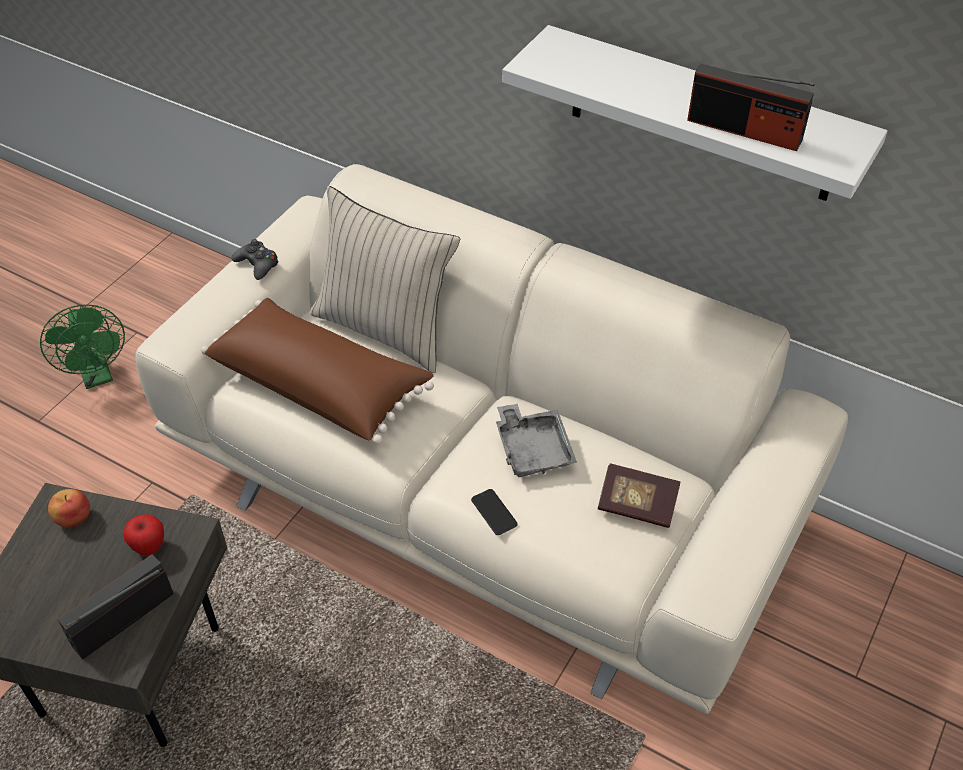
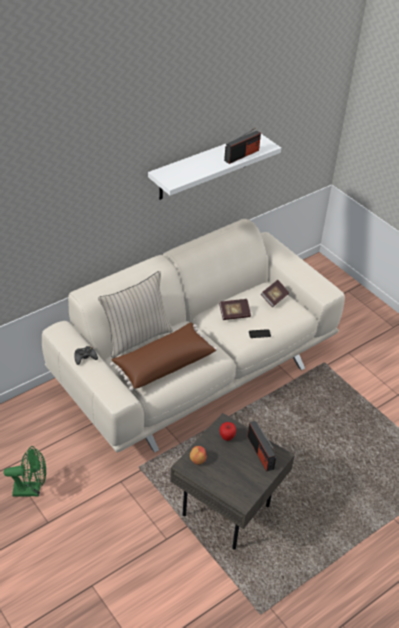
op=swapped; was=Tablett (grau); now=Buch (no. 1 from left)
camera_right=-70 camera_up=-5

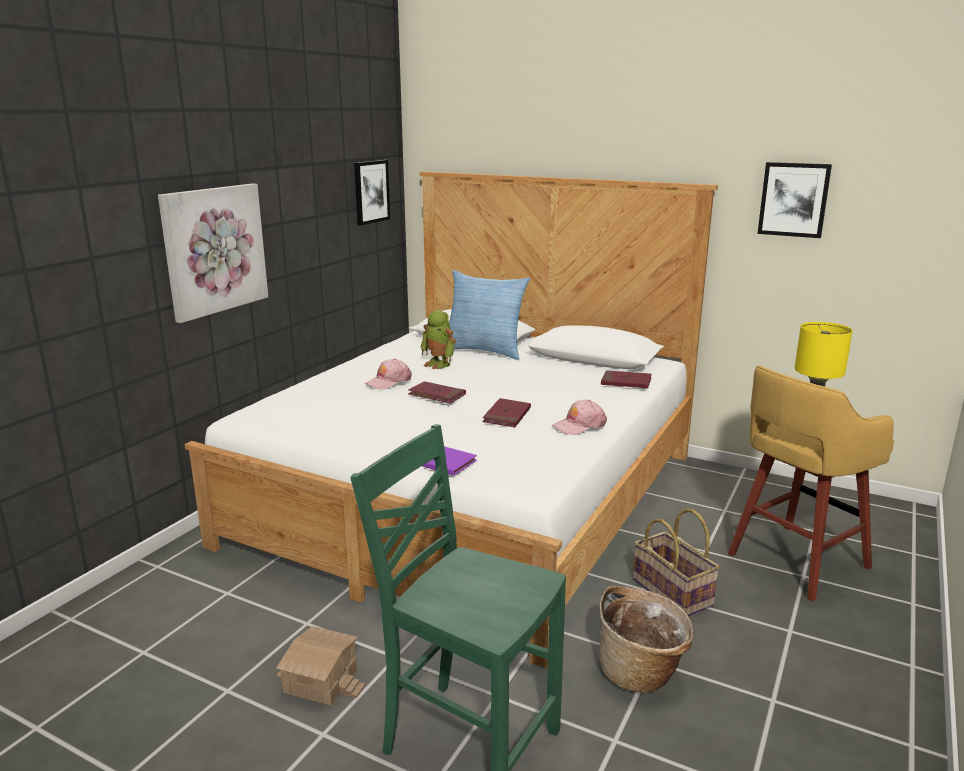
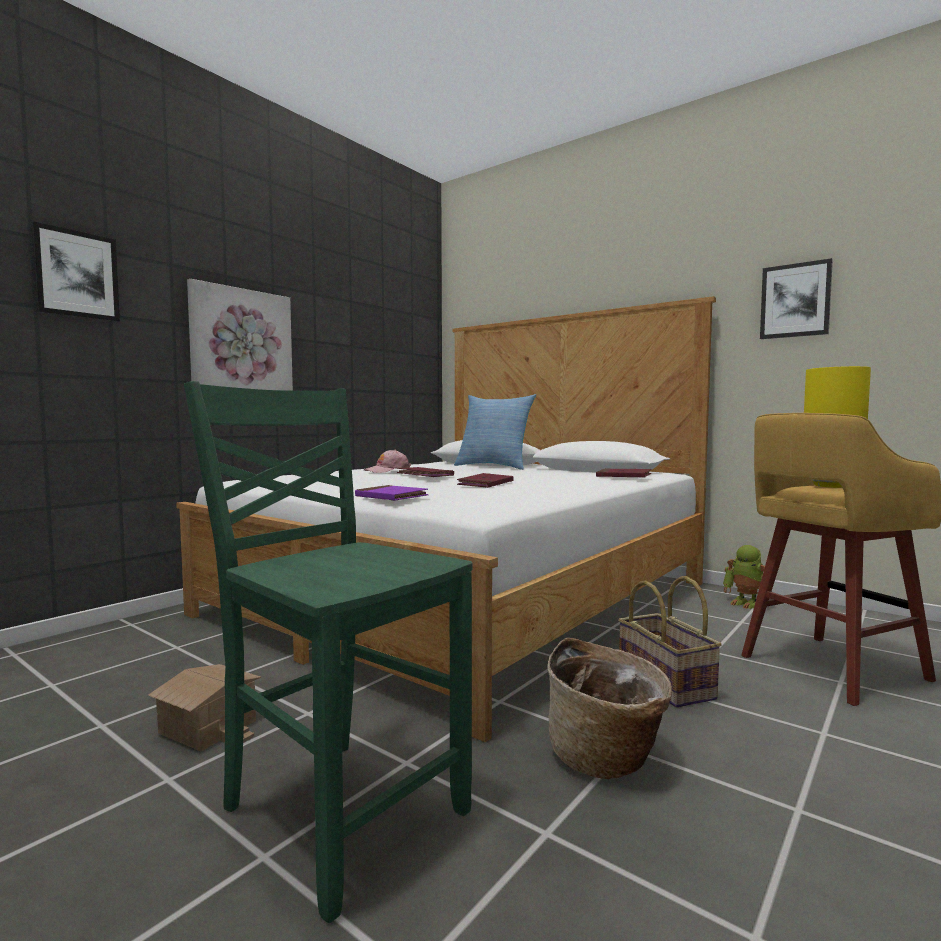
op=gone; was=Kappe (rosa) (no. 2 from left)
op=shifted; was=Bild (no. 2 from left in the first image); now=Bild (no. 1 from left)
op=shifted; was=Spielzeugroboter
camera_right=10 camera_up=-15

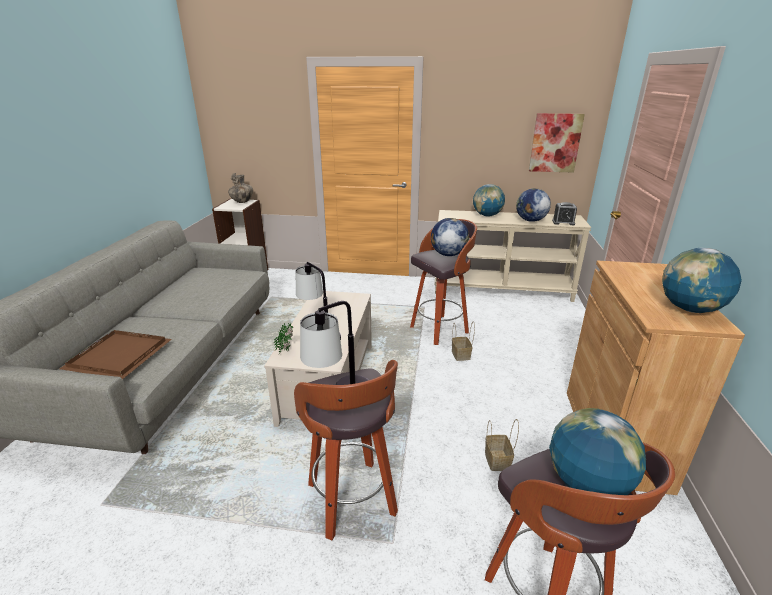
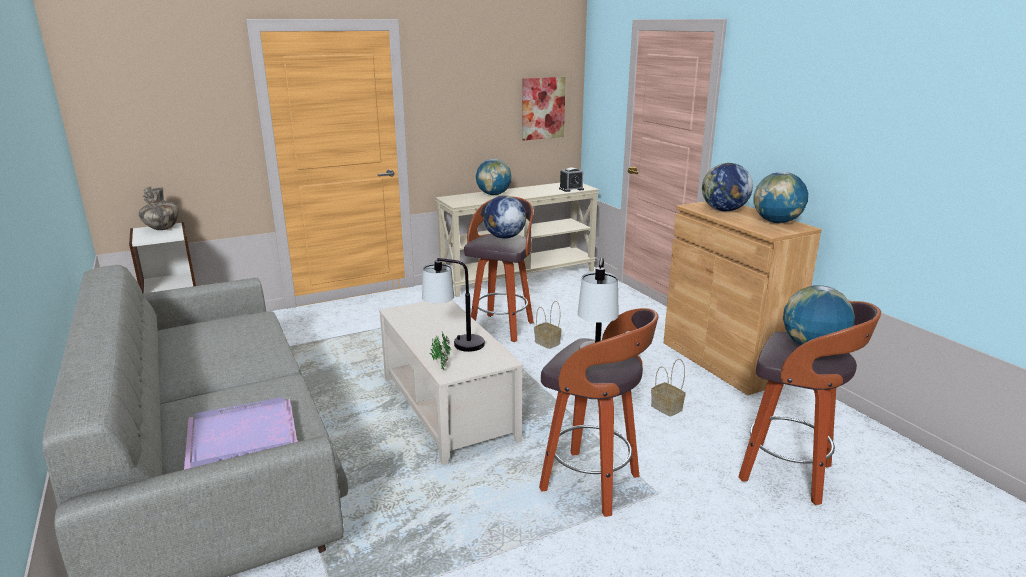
op=shifted; was=Globus (no. 3 from left)
op=repainted; was=Tablett (braun); now=Tablett (lila)
camera_right=-35 camera_up=-5

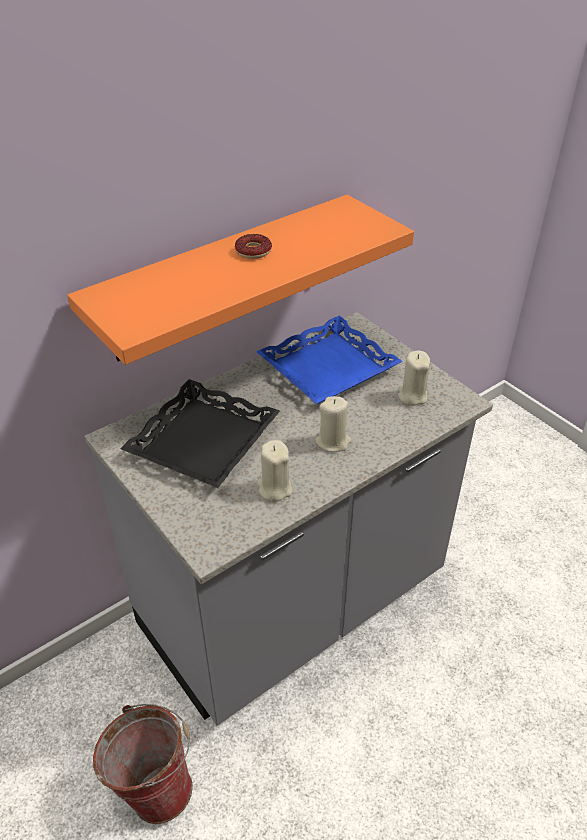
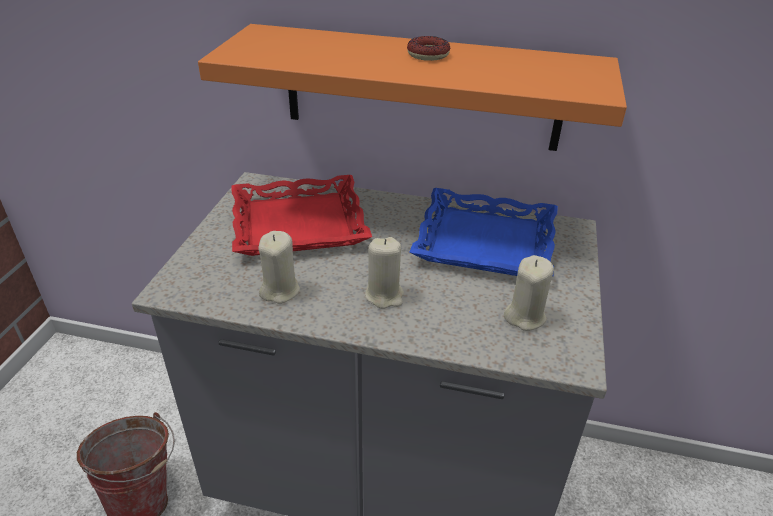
op=repainted; was=Tablett (schwarz); now=Tablett (rot)
camera_right=50 camera_up=-5

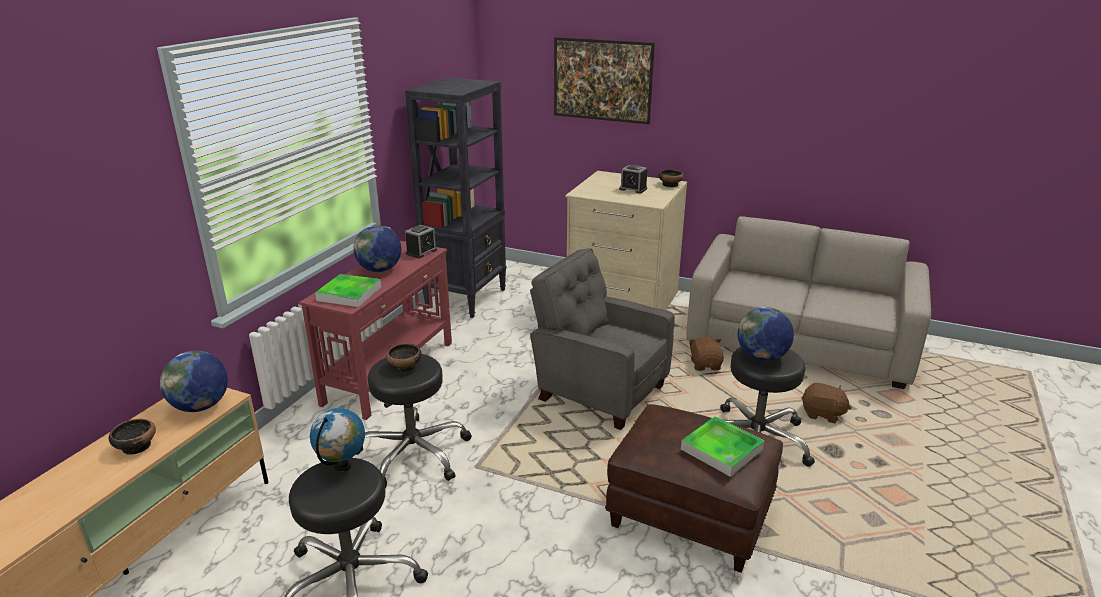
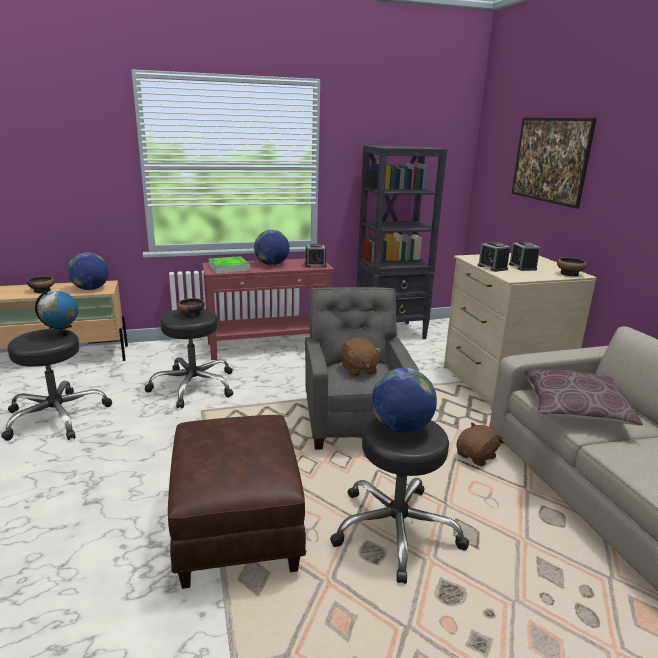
op=gone; was=Tablett (no. 2 from left)
op=new; now=Wecker (no. 2 from left)
op=new; now=Kissen (braun)
op=shifted; was=Plüschtier (braun) (no. 2 from left in the first image); now=Plüschtier (braun) (no. 1 from left)
camera_right=50 camera_up=-5

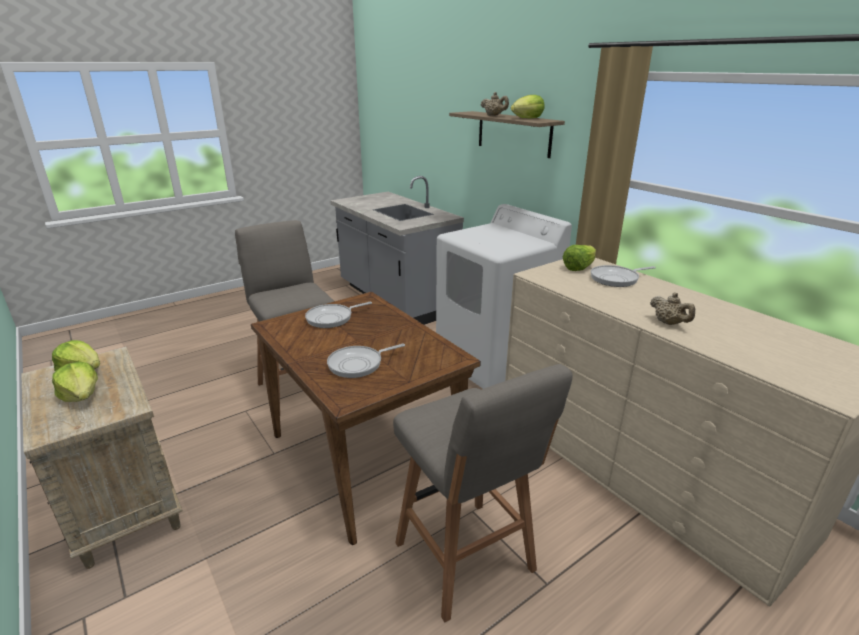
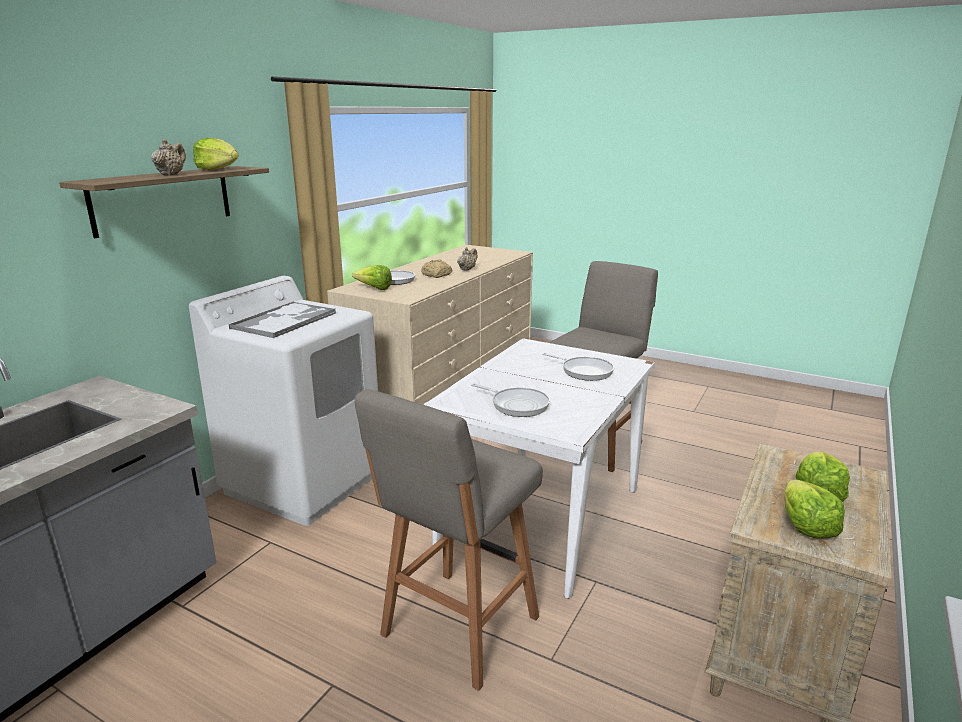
op=new; now=Tablett
op=new; now=Brot
op=repainted; was=Esstisch (braun); now=Esstisch (weiß)
camera_right=-115 camera_up=-5

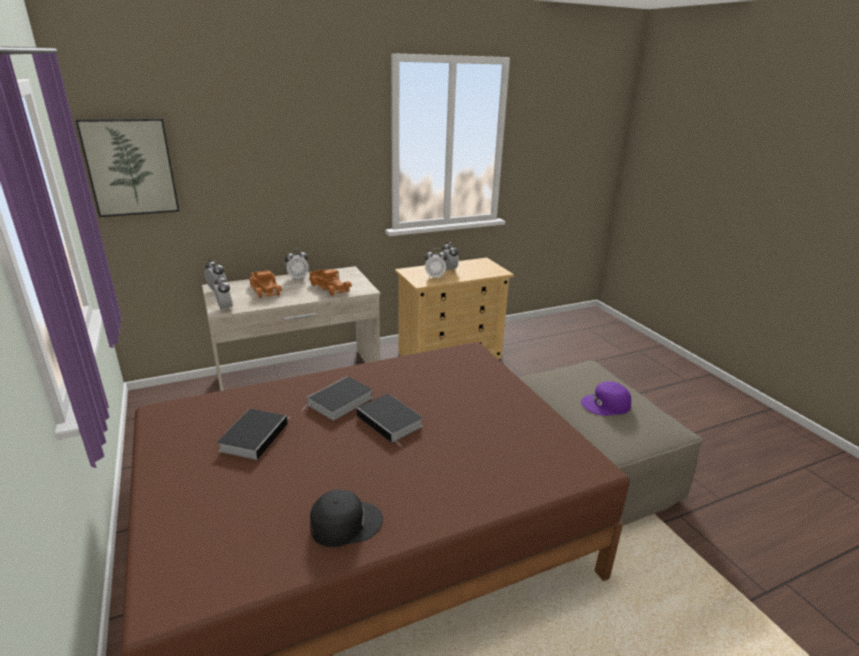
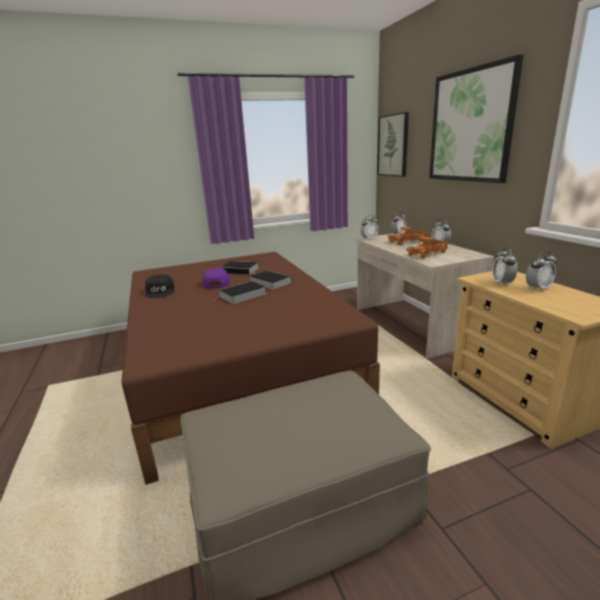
op=new; now=Bild (no. 2 from left)
op=shifted; was=Kappe (lila)
camera_right=95 camera_up=-5

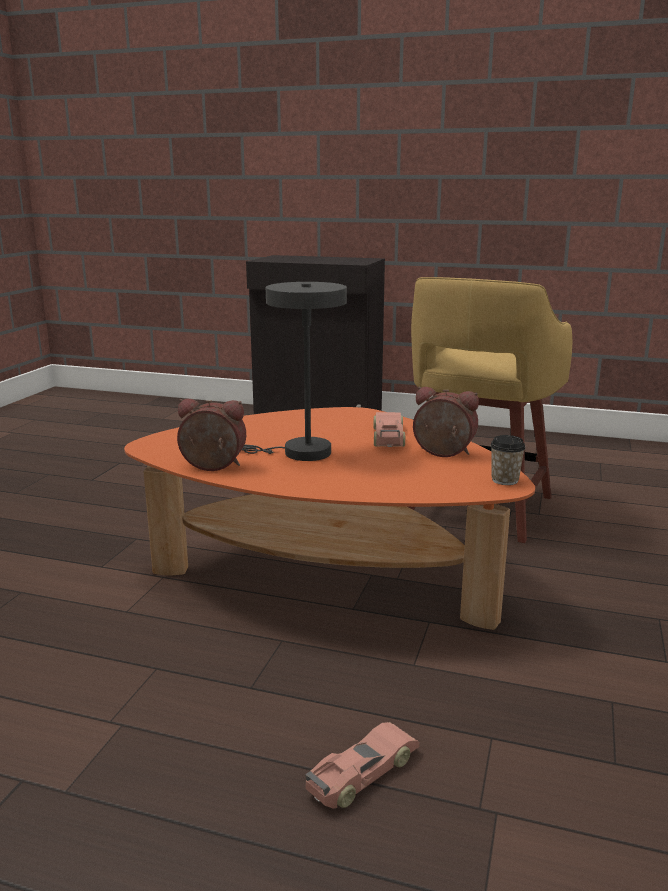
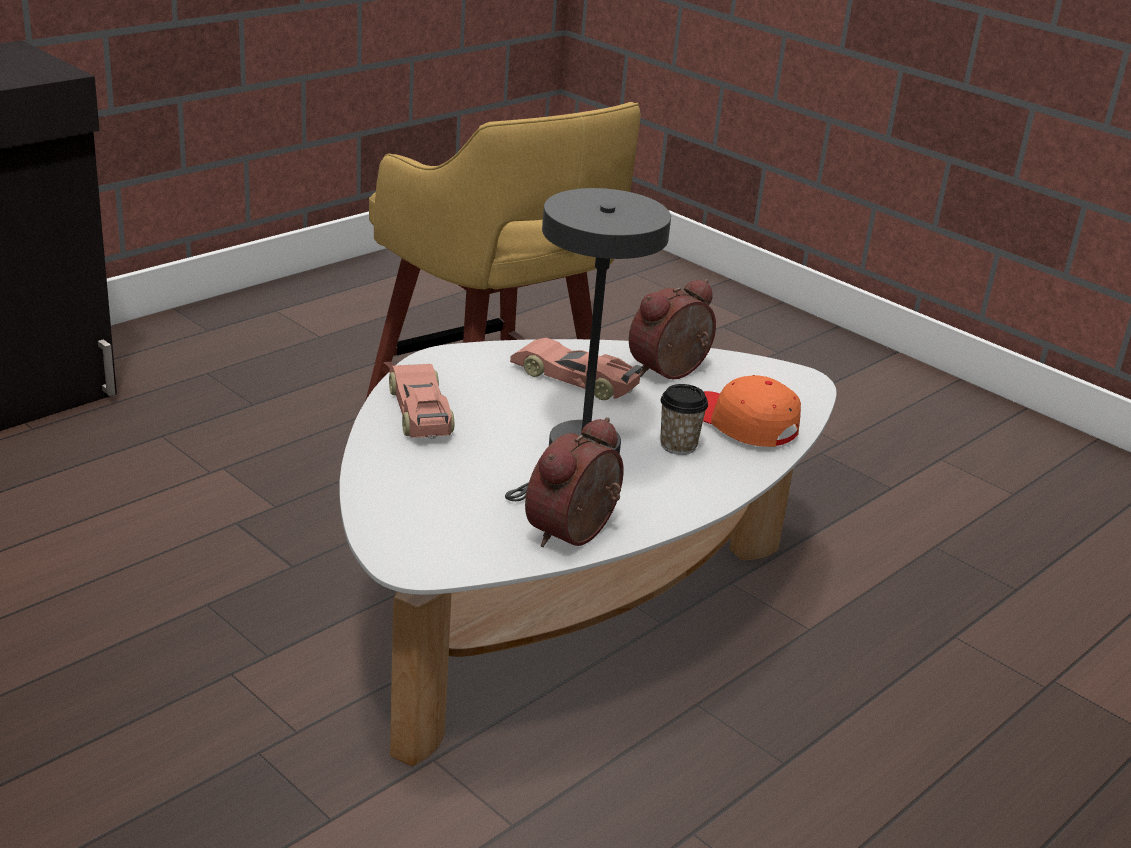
op=new; now=Kappe (orange)
op=shifted; was=Spielzeugauto (no. 1 from left)
op=shifted; was=Tasse
op=repainted; was=Couchtisch (orange); now=Couchtisch (weiß)
camera_right=-65 camera_up=10

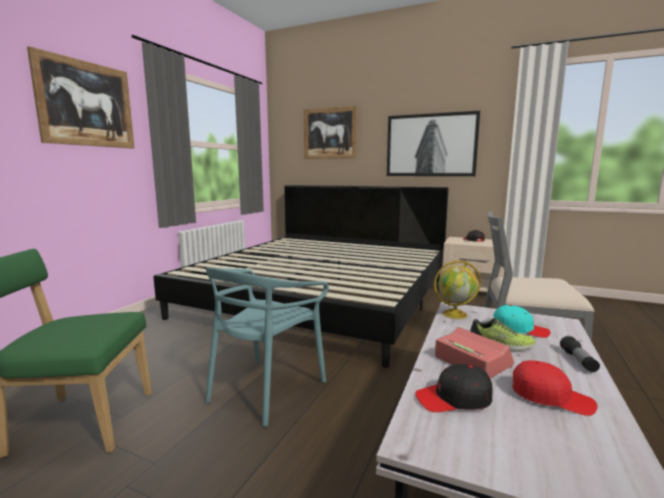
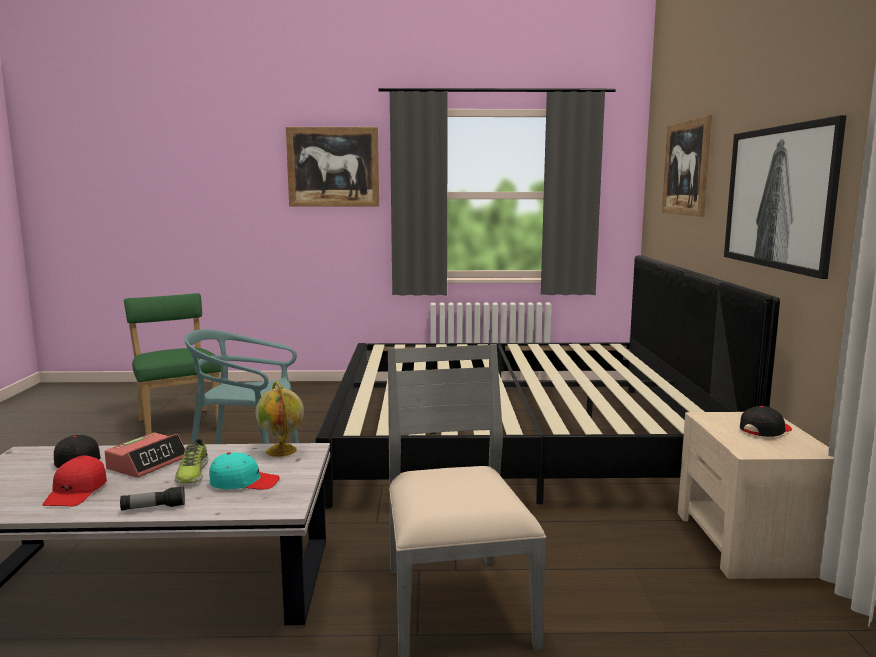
op=rotated; was=Kappe (türkis); clockwise=-90
camera_right=65 camera_up=0

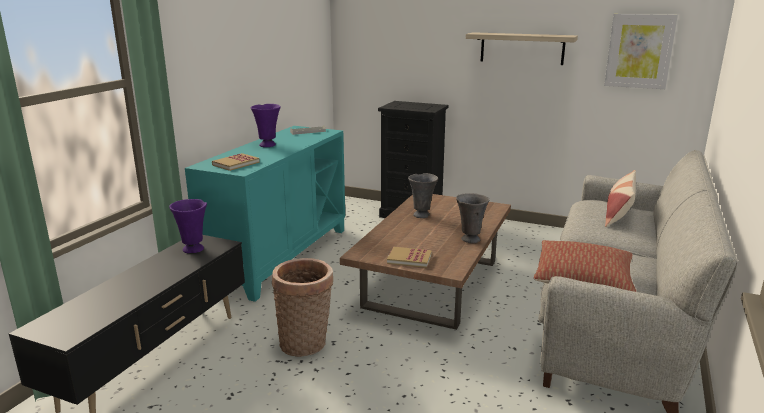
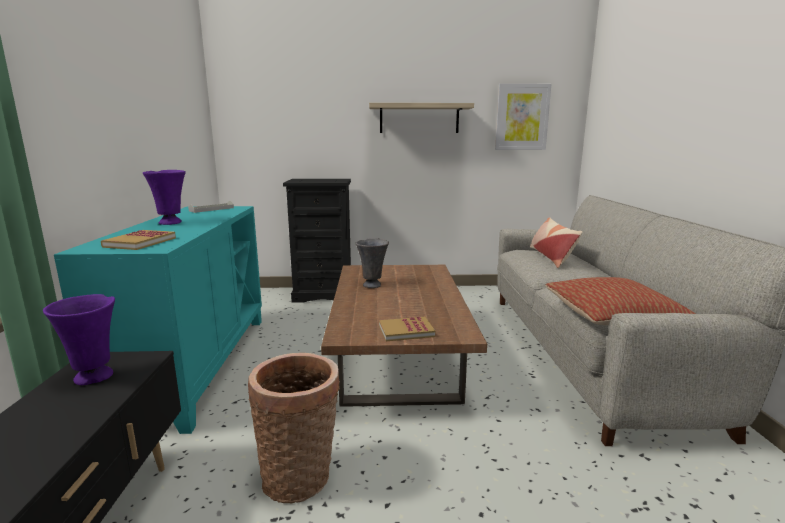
op=gone; was=Vase (grau) (no. 2 from left)
camera_right=-25 camera_up=-5

